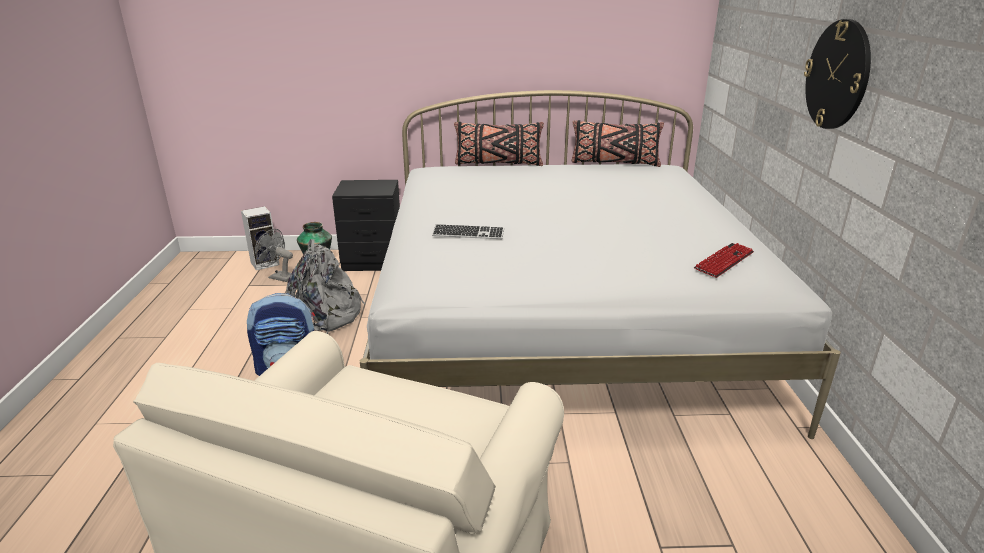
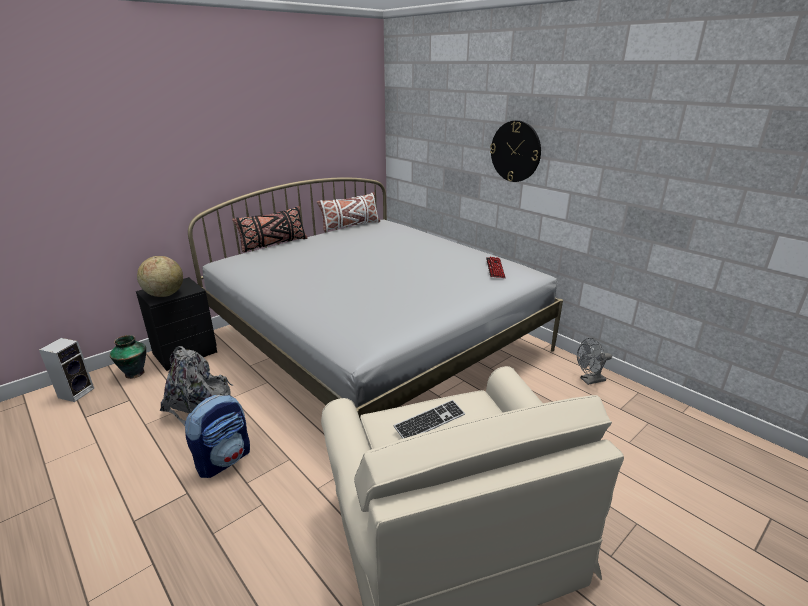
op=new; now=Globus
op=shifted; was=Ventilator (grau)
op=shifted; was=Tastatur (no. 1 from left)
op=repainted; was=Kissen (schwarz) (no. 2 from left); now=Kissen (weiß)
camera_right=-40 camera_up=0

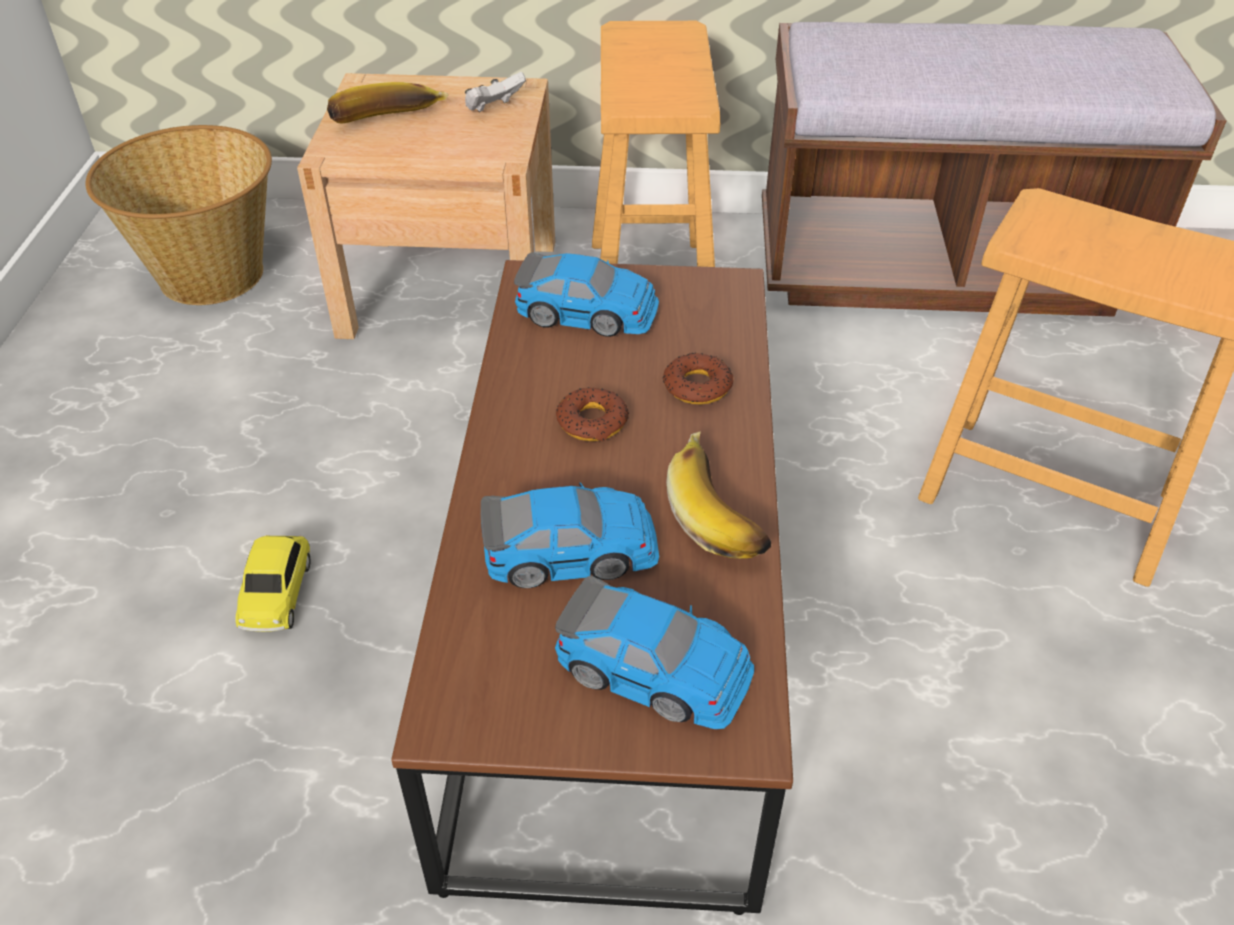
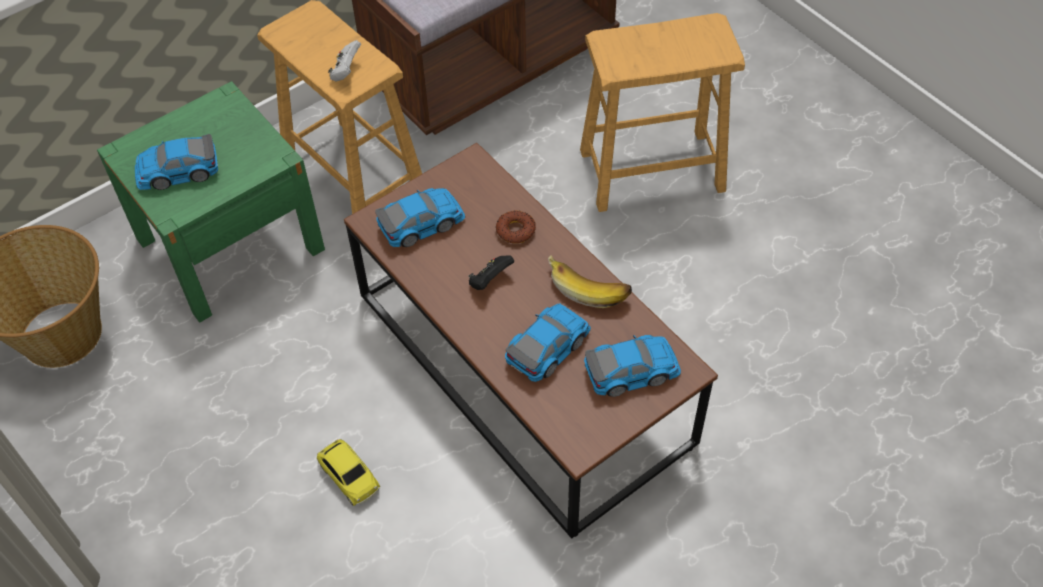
op=shifted; was=Gamepad (weiß)
op=swapped; was=Banane (no. 1 from left); now=Spielzeugauto (no. 1 from left)
op=swapped; was=Donut (no. 1 from left); now=Gamepad (schwarz)
op=repainted; was=Nachttisch (beige); now=Nachttisch (grün)
camera_right=-40 camera_up=10

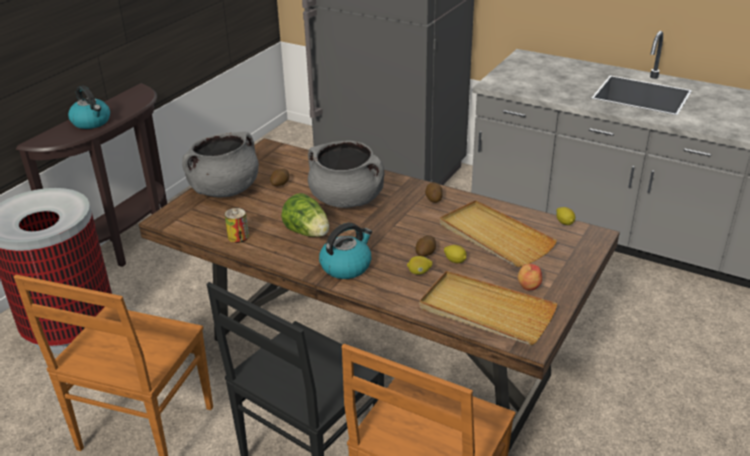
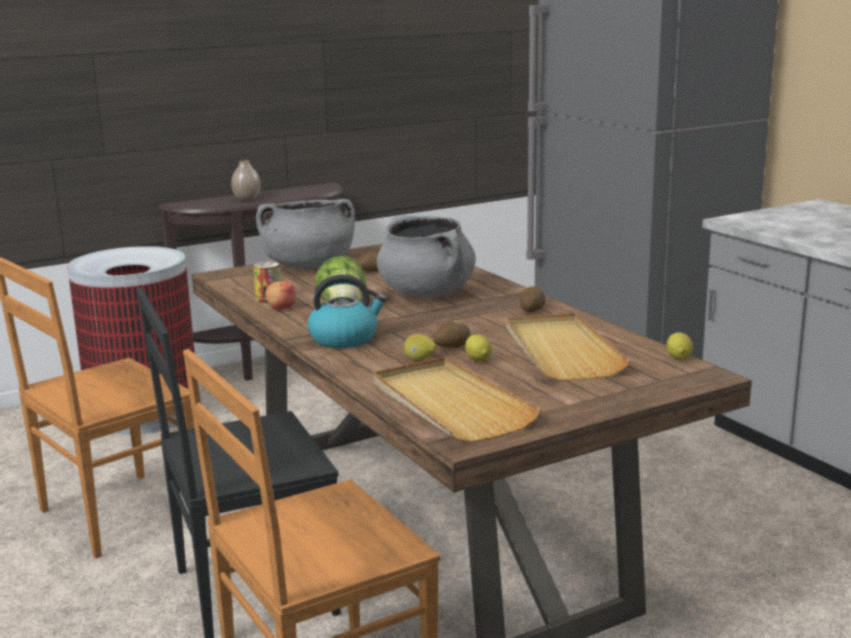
op=shifted; was=Apfel
op=swapped; was=Wasserkessel (no. 1 from left); now=Vase
camera_right=30 camera_up=-15

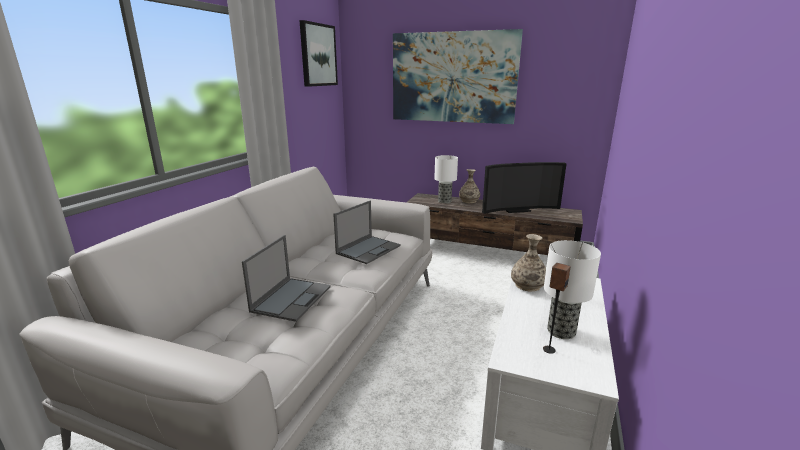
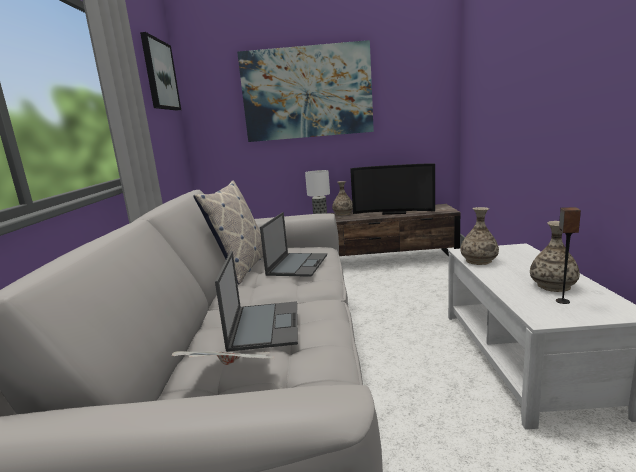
op=new; now=Zeitung
op=new; now=Kissen
op=swapped; was=Tischlampe (no. 2 from left); now=Vase (no. 3 from left)
op=rotated; was=Fernseher; clockwise=45
camera_right=-20 camera_up=-5

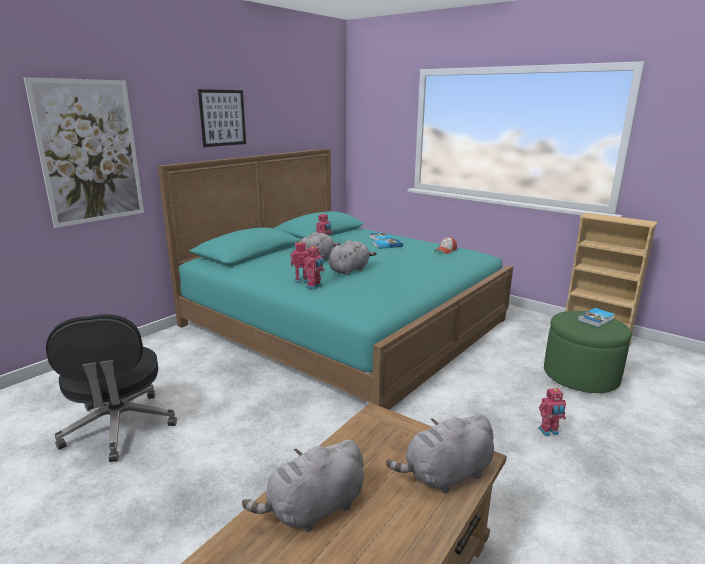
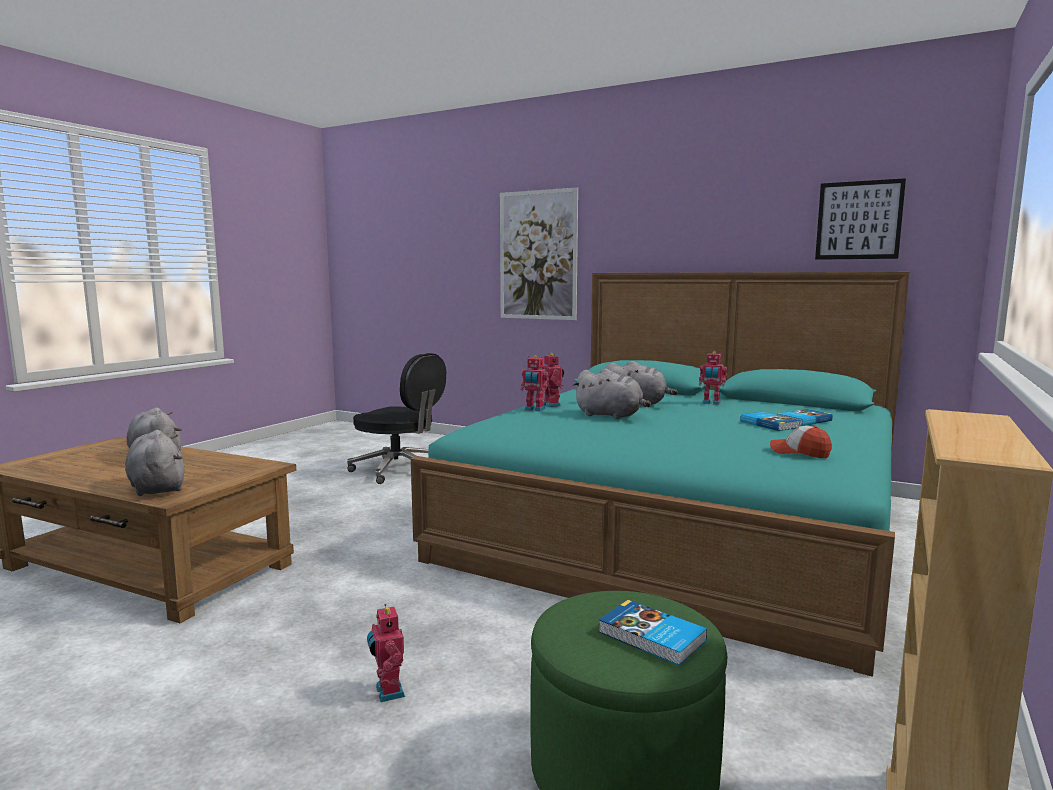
op=shifted; was=Bild (no. 2 from left)
op=rotated; was=Bürostuhl (schwarz); clockwise=-120
camera_right=80 camera_up=-10

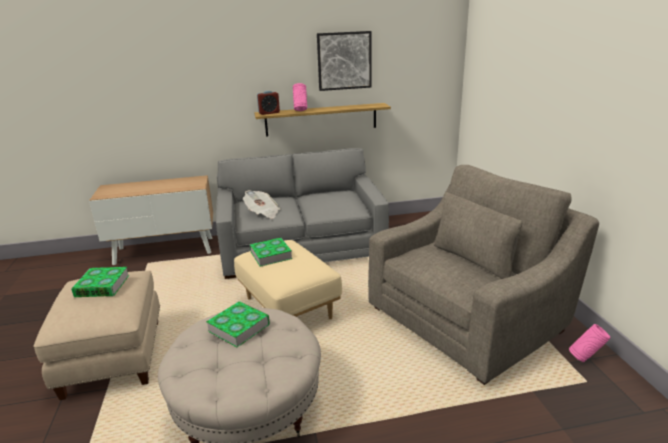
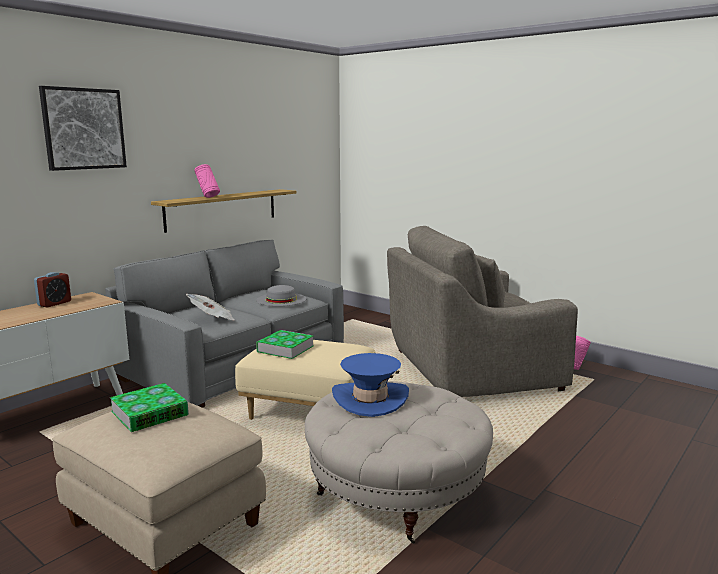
op=new; now=Hut (grau)
op=shifted; was=Wecker
op=shifted; was=Bild
op=swapped; was=Buch (no. 2 from left); now=Hut (blau)
op=rotated; was=Sessel (grau); clockwise=-120
camera_right=-40 camera_up=-10

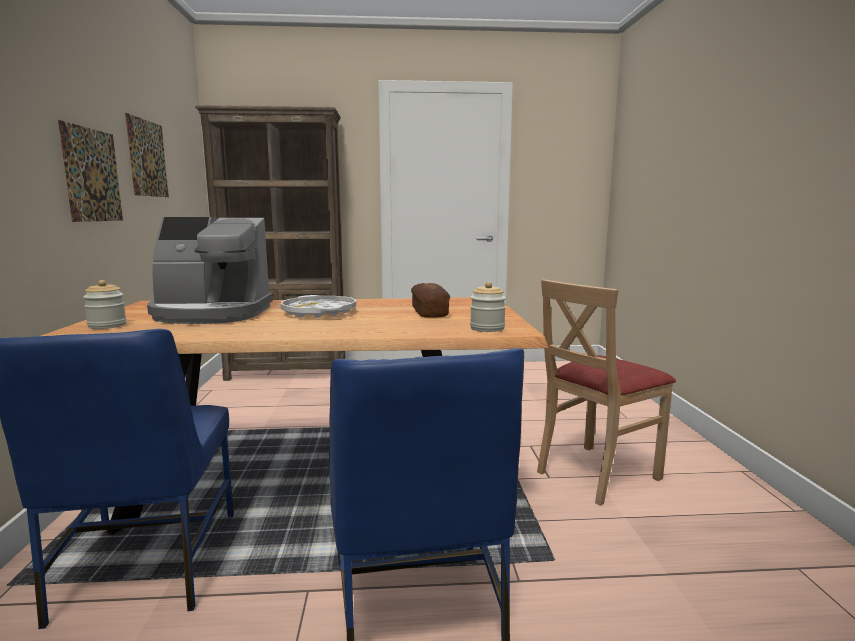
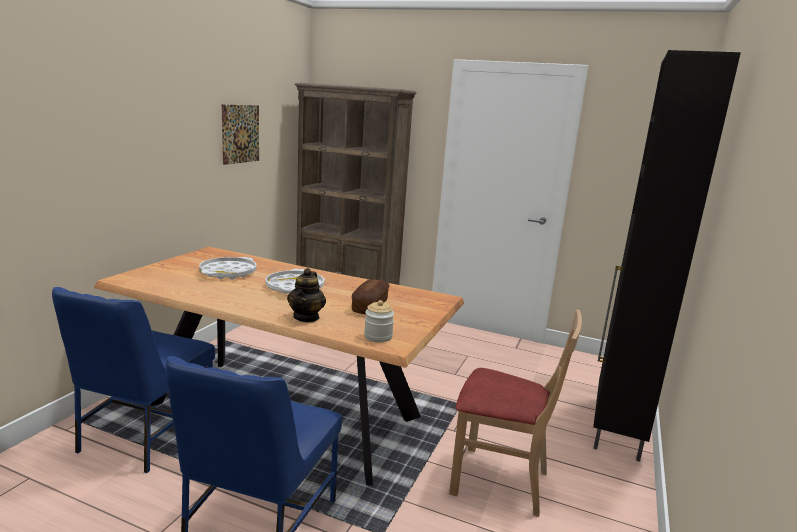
op=gone; was=Bild (no. 1 from left)
op=gone; was=Vorratsglas (no. 1 from left)
op=new; now=Teekanne
op=new; now=Schrank (schwarz)
op=swapped; was=Kaffeemaschine; now=Tablett (weiß) (no. 1 from left)
op=rotated; was=Stuhl (beige); clockwise=-150
camera_right=25 camera_up=5

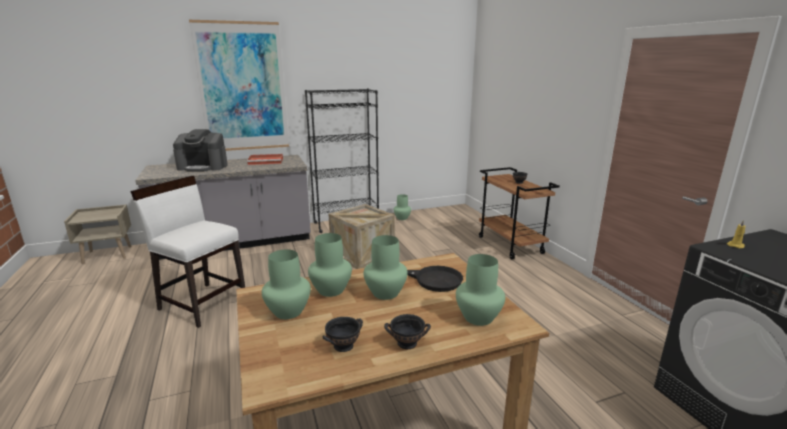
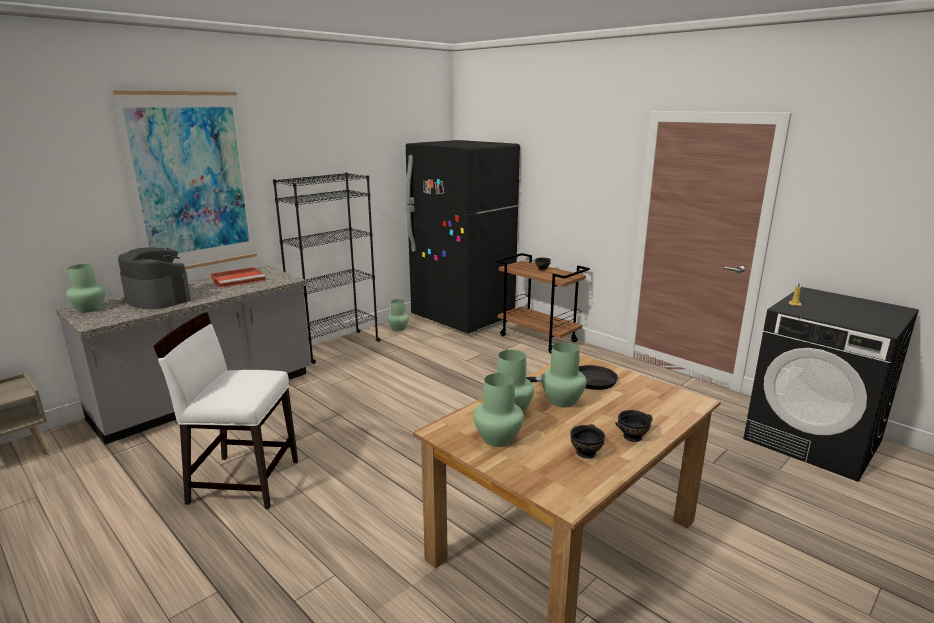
op=gone; was=Kiste
op=new; now=Kühlschrank (schwarz)
op=shifted; was=Vase (grün) (no. 5 from left in the first image); now=Vase (grün) (no. 1 from left)
op=rotated; was=Kaffeemaschine; clockwise=-120
camera_right=-25 camera_up=0

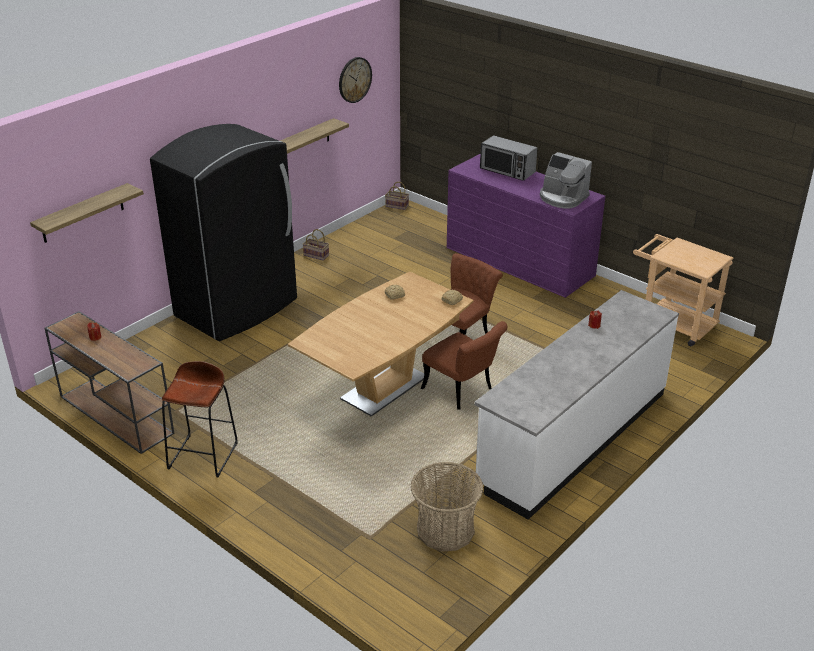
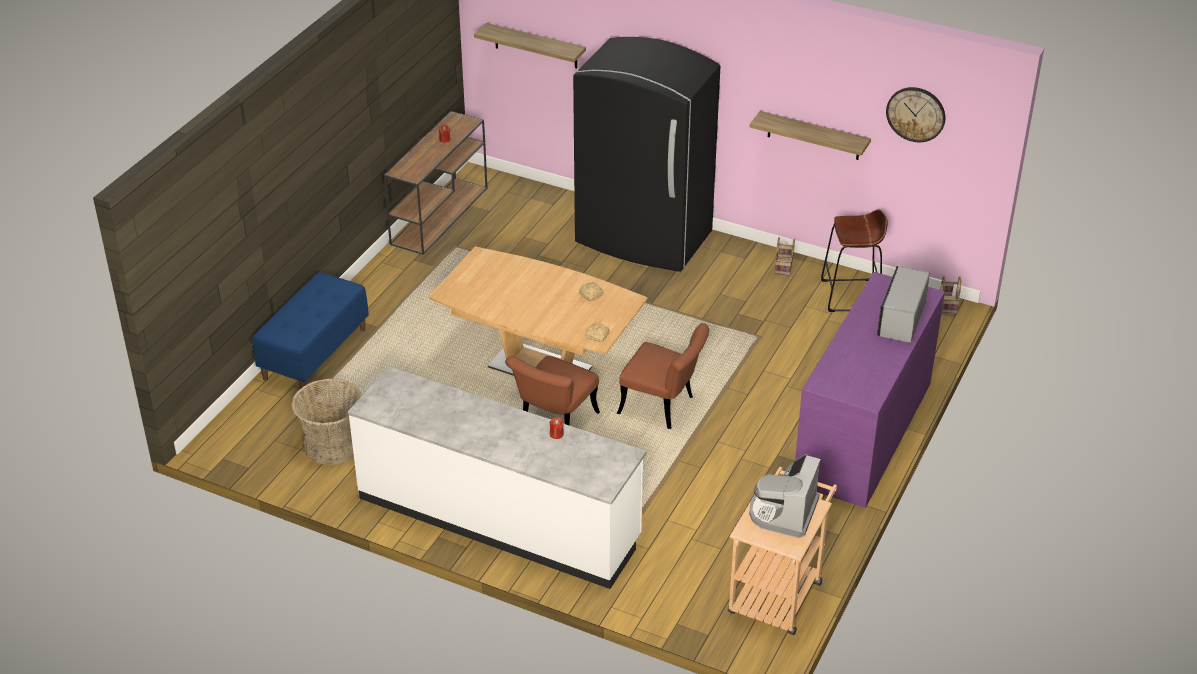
op=new; now=Bank (blau)
op=shifted; was=Hocker (braun)
op=shifted; was=Kaffeemaschine
camera_right=75 camera_up=5

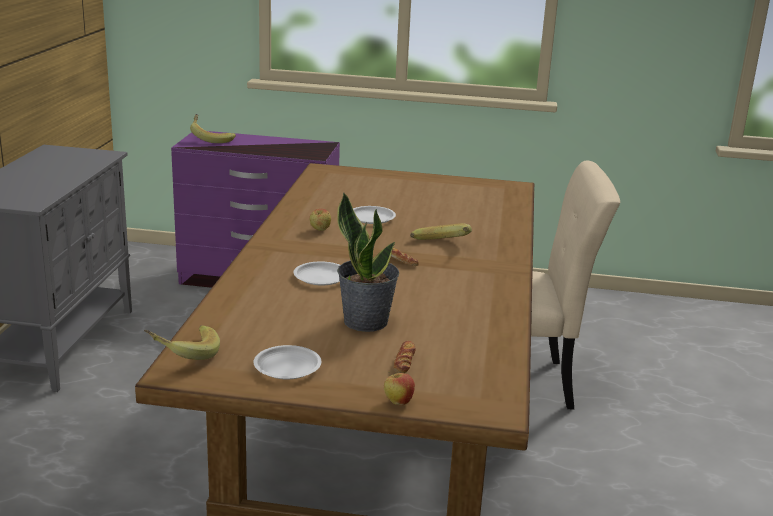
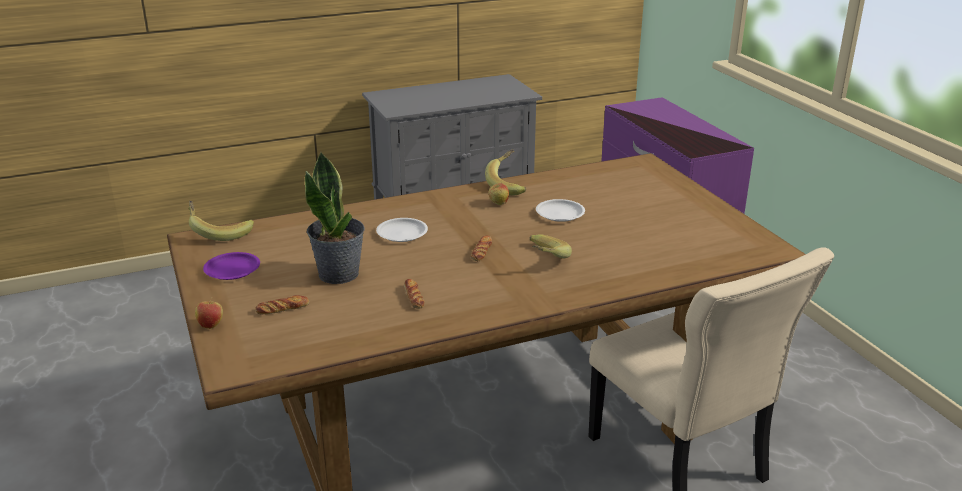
op=new; now=Brot (no. 2 from left)
op=shifted; was=Banane (no. 2 from left)
op=repainted; was=Teller (weiß) (no. 1 from left); now=Teller (lila)
camera_right=60 camera_up=5

